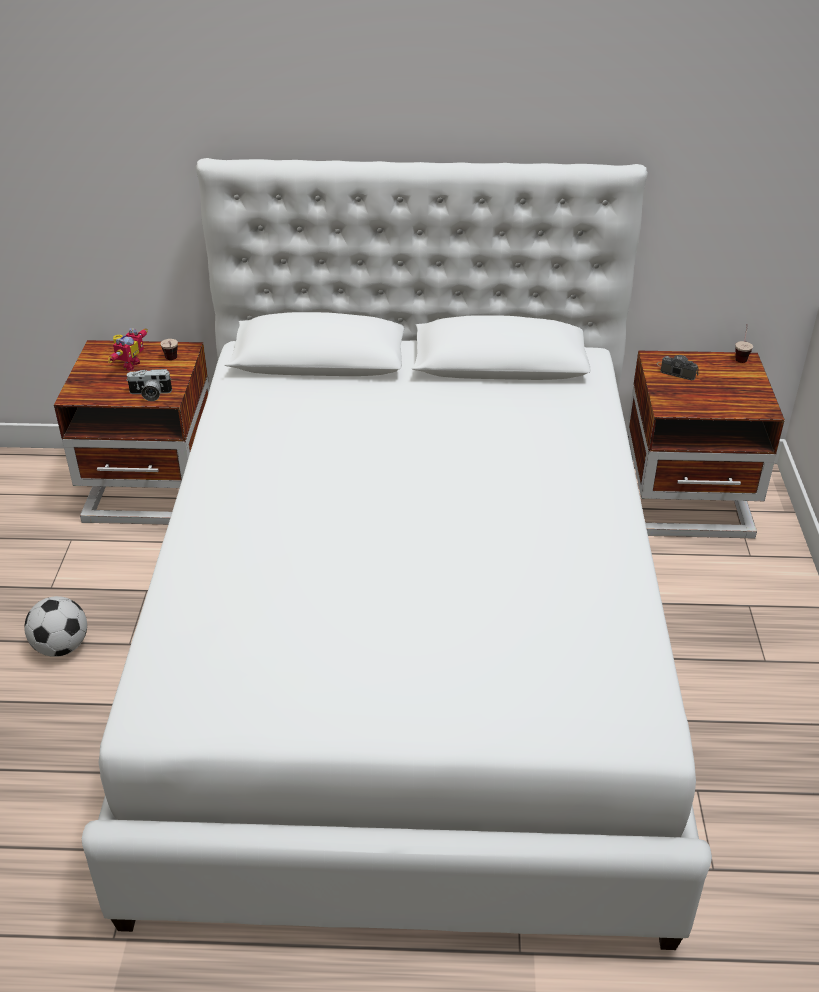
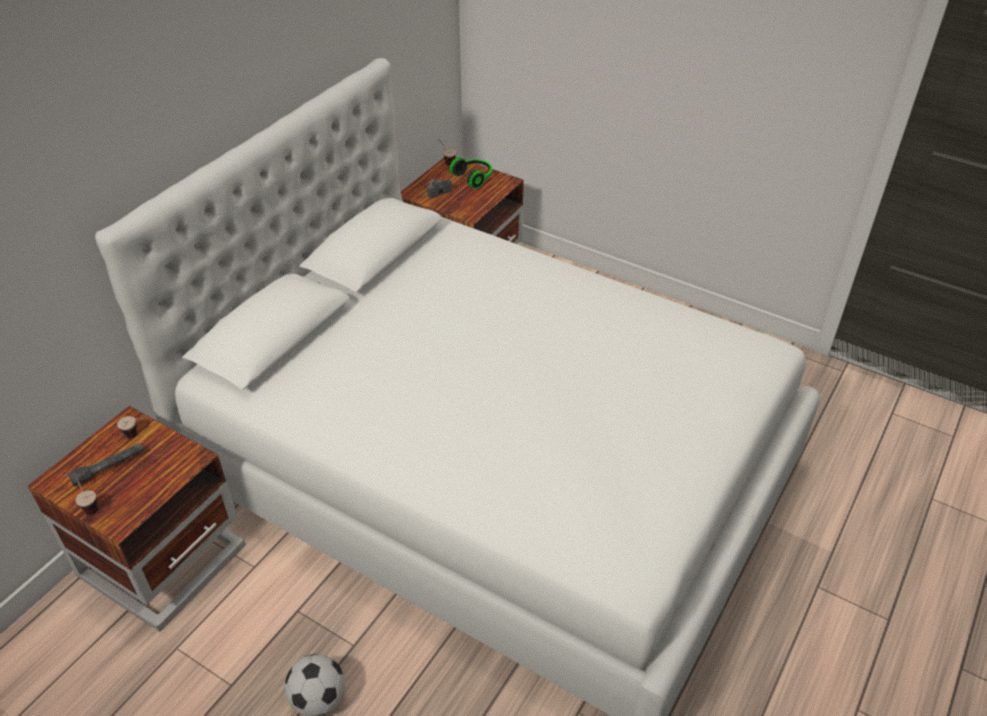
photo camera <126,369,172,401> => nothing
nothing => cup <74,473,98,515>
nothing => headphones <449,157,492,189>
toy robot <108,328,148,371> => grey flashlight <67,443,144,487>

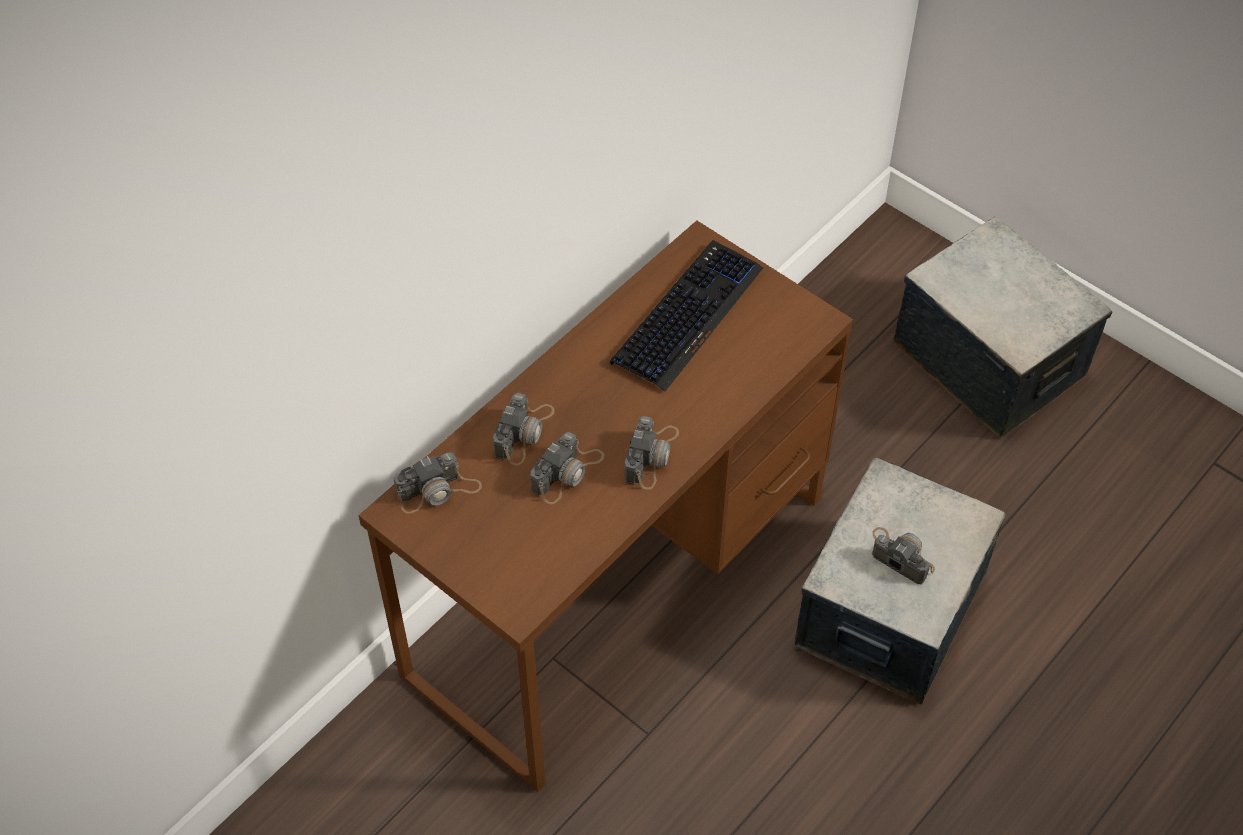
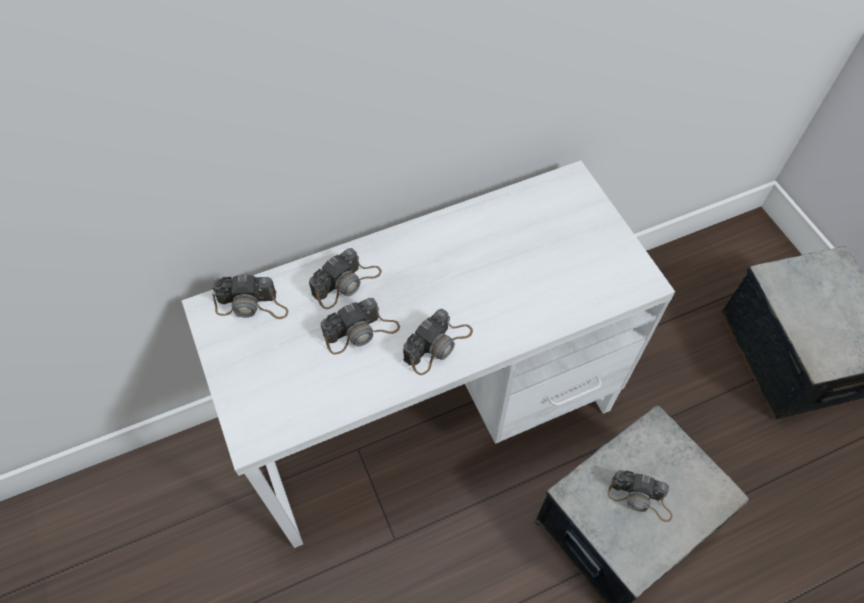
keyboard <610,240,763,392> => nothing
brown desk <359,220,853,792> => white desk <182,160,675,548>
photo camera <872,527,935,584> => photo camera <608,470,673,522>, 135 degrees clockwise

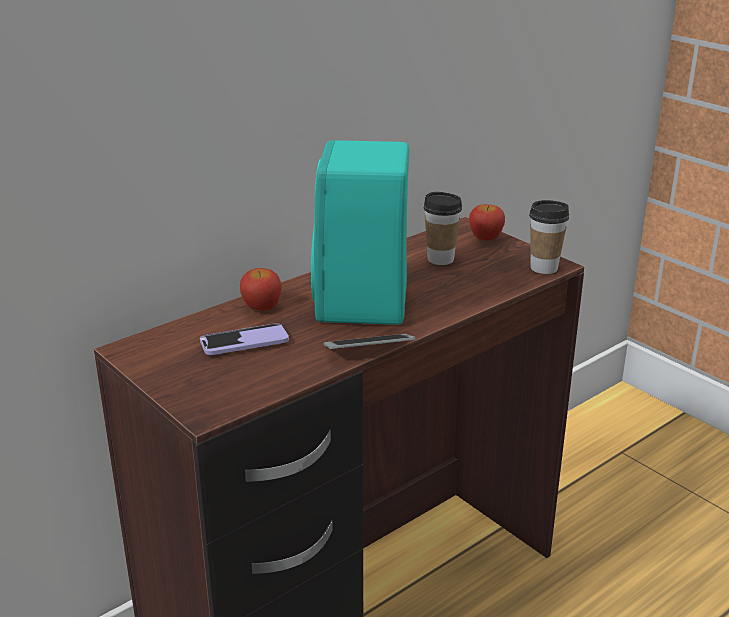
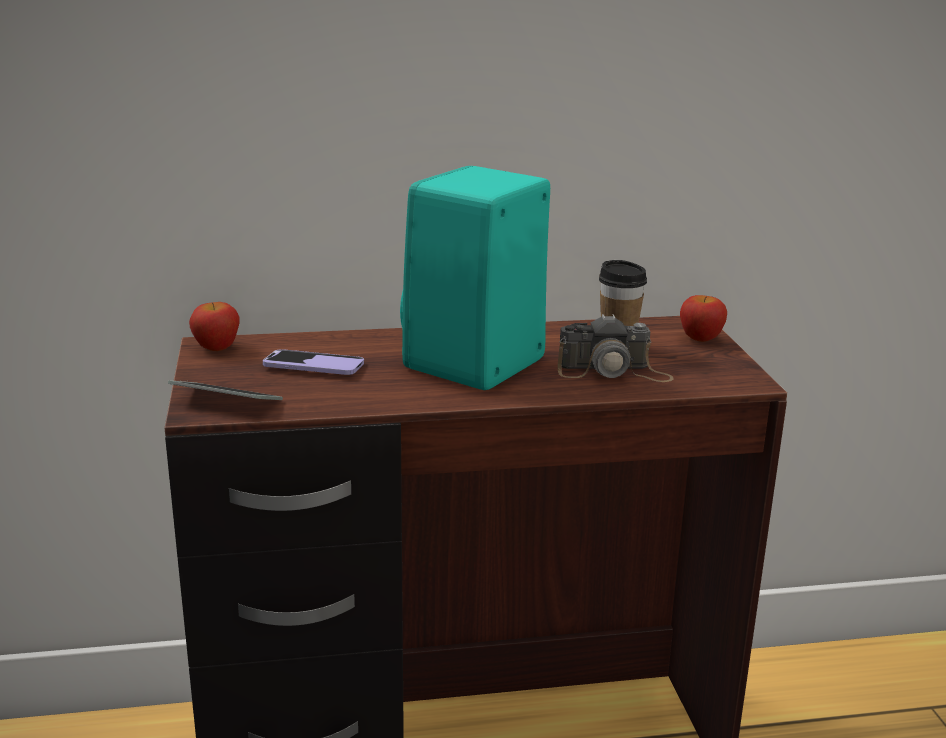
cup <529,200,569,274> => nothing
nothing => photo camera <558,314,674,382>
apple <240,268,282,311> => apple <189,302,240,351>, moved
phone <324,334,415,349> => phone <168,380,283,400>, moved

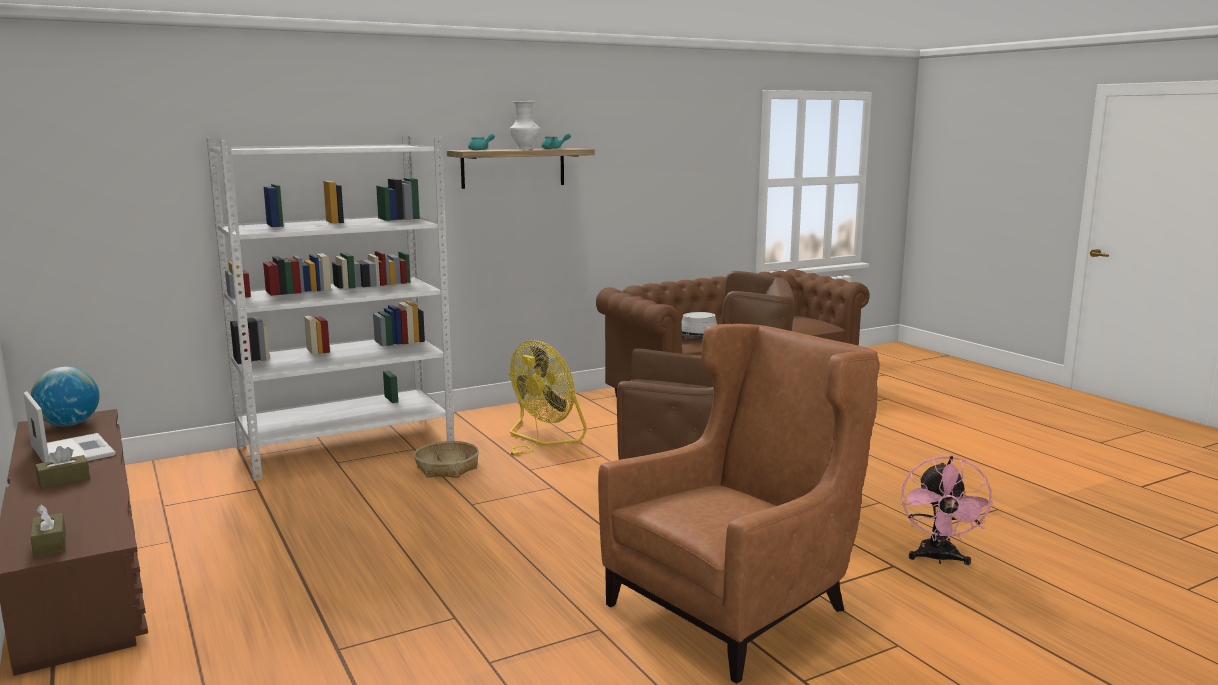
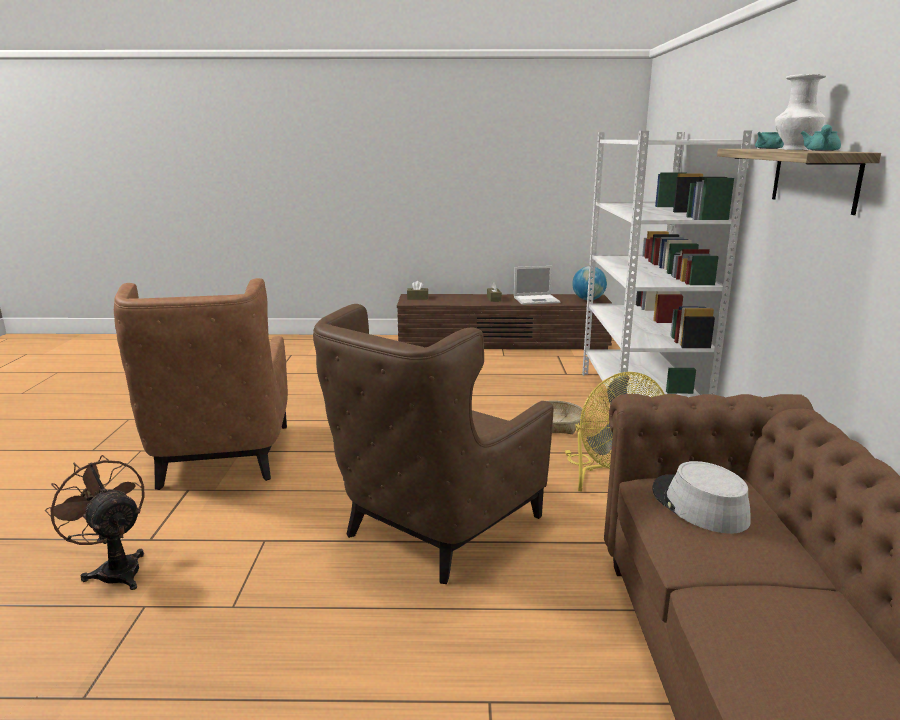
pink fan <901,456,994,565> => brown fan <45,455,144,590>

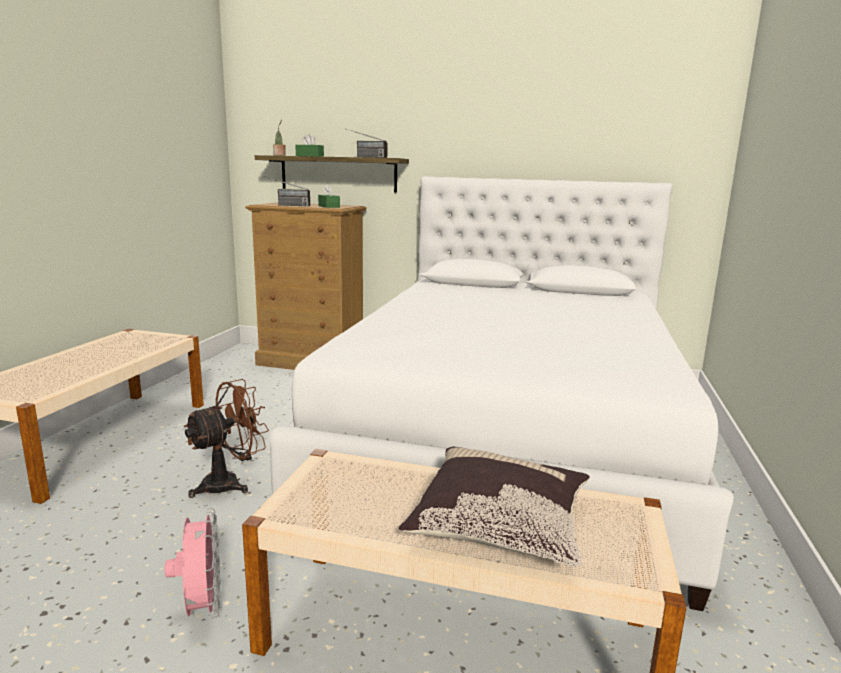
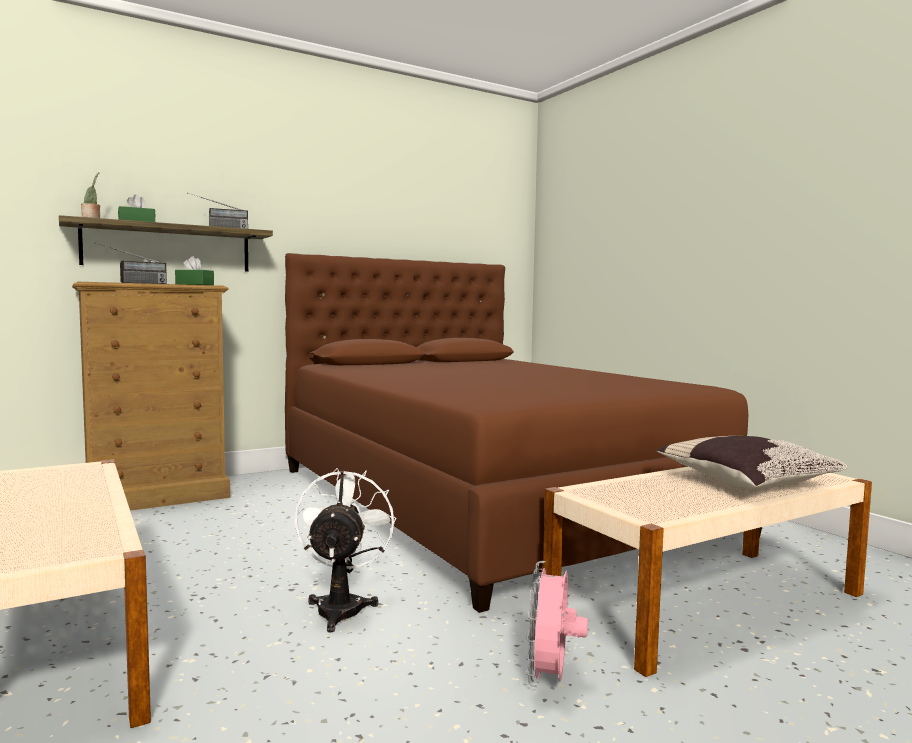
brown fan <183,379,269,498> => white fan <295,468,396,633>
white bed <270,176,734,611> => brown bed <285,253,762,613>
pink fan <165,508,221,619> => pink fan <526,561,588,687>, 105 degrees counterclockwise

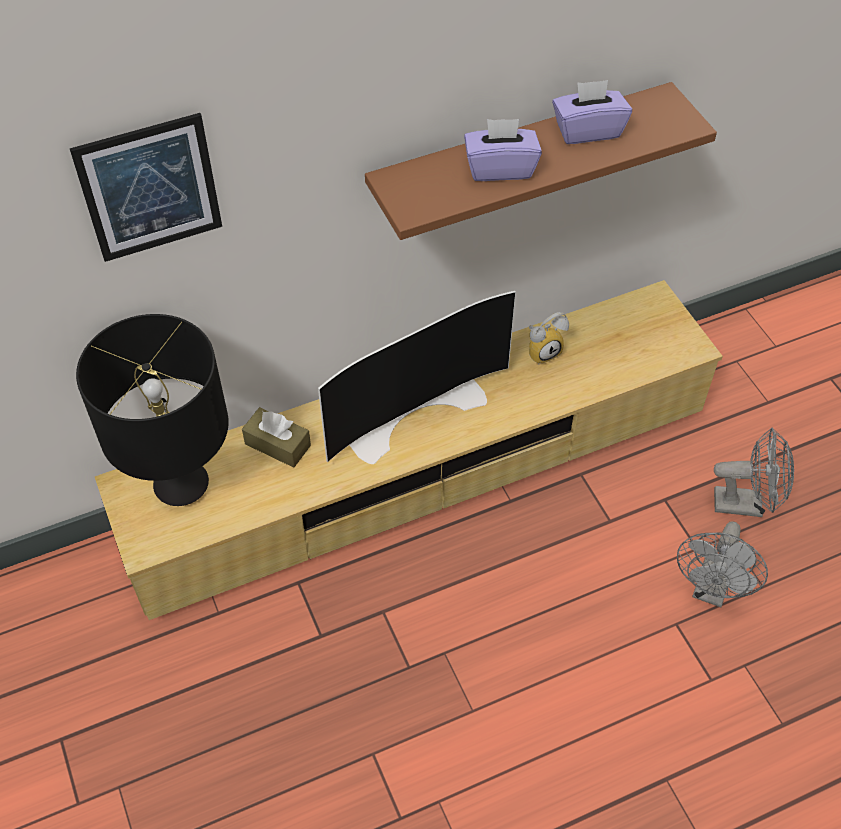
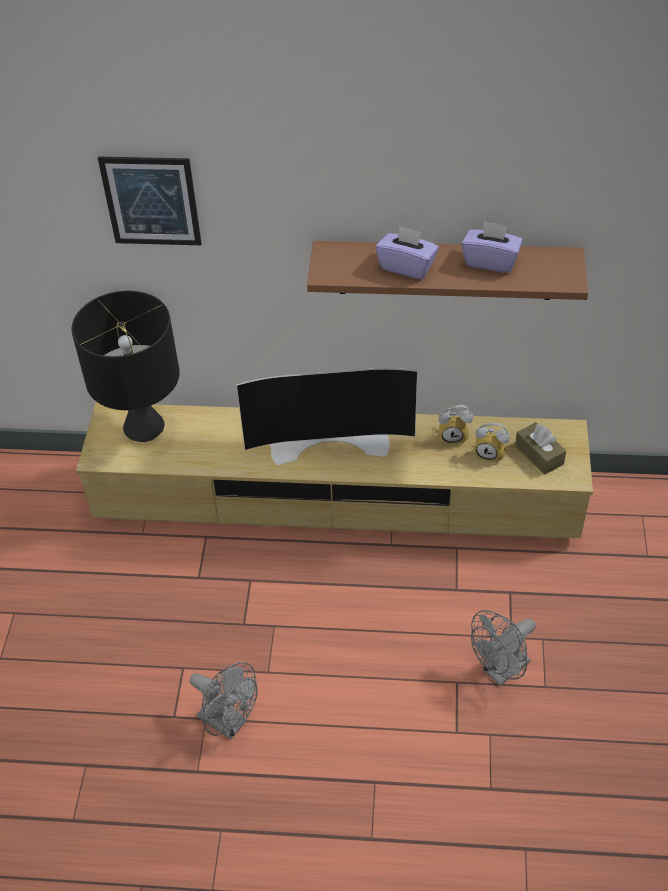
nothing => alarm clock <475,423,510,463>
brown tissue box <242,407,311,468> => brown tissue box <515,422,566,475>, moved
grey fan <714,428,794,517> => grey fan <190,662,257,739>, moved

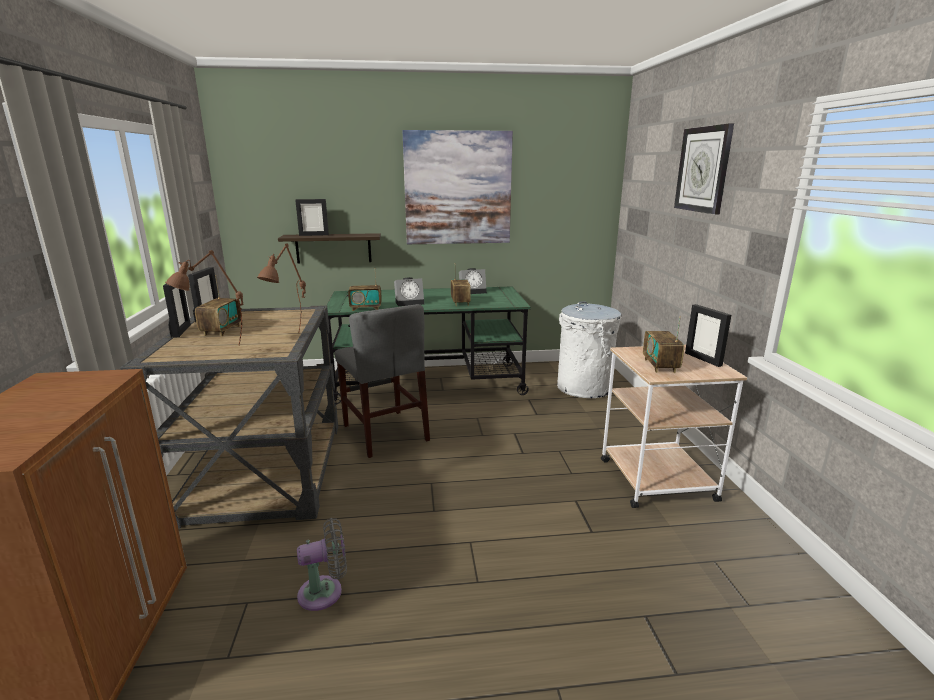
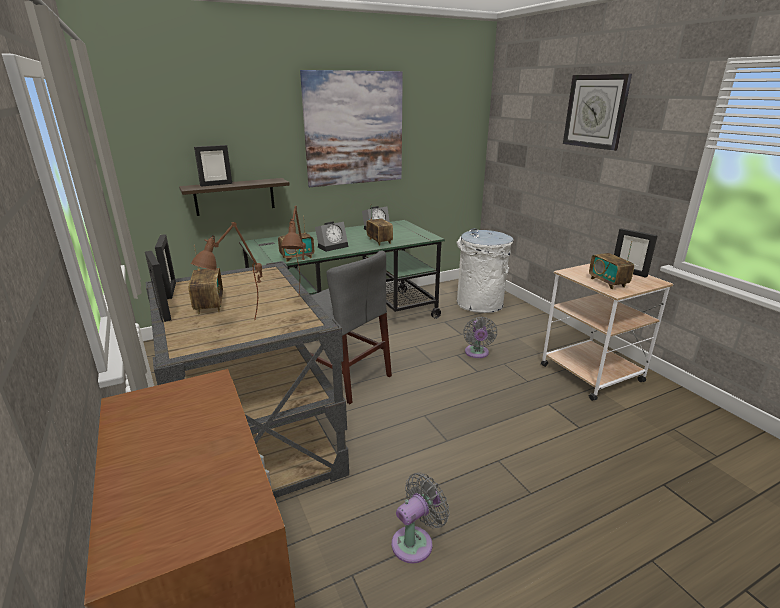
nothing => grey fan <463,317,497,358>

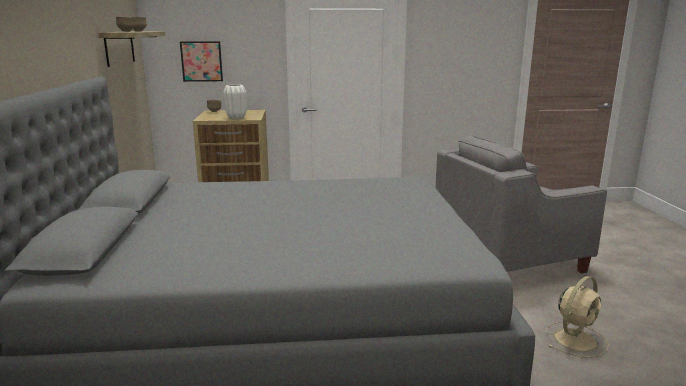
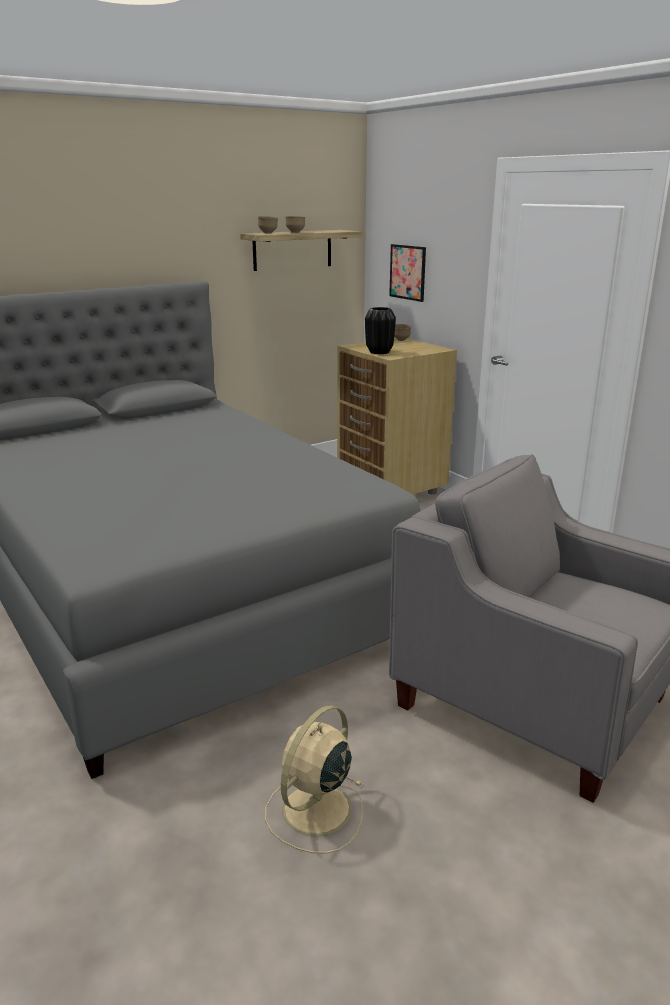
white vase <223,84,247,120> => black vase <365,307,396,354>
beige fan <546,276,609,358> => beige fan <265,705,363,854>, 105 degrees clockwise

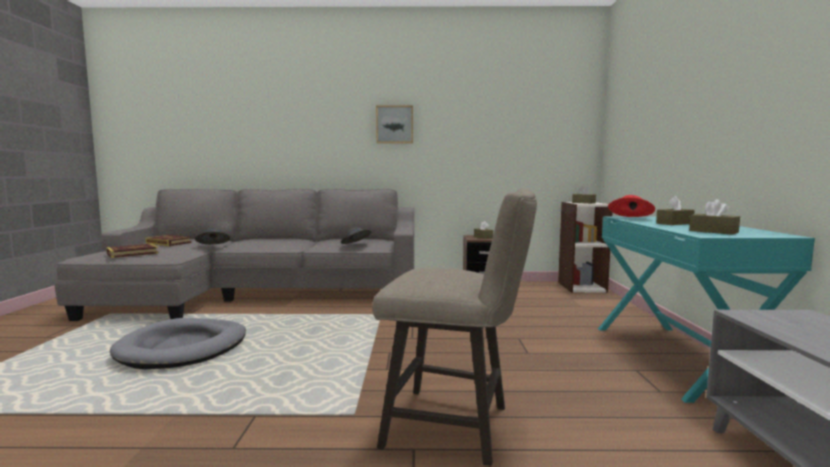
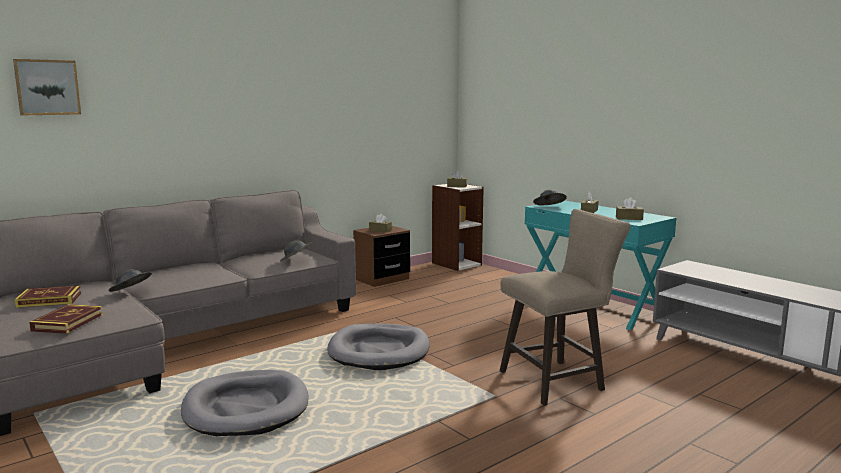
nothing => grey dog bed <327,324,430,370>
picture <376,106,413,143> => picture <13,59,81,115>, moved
red hat <608,195,655,217> => grey hat <533,190,567,206>

